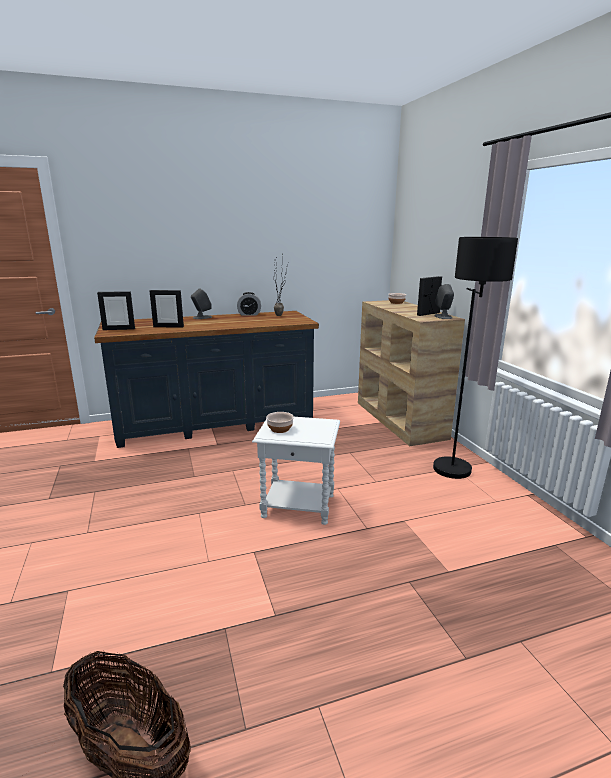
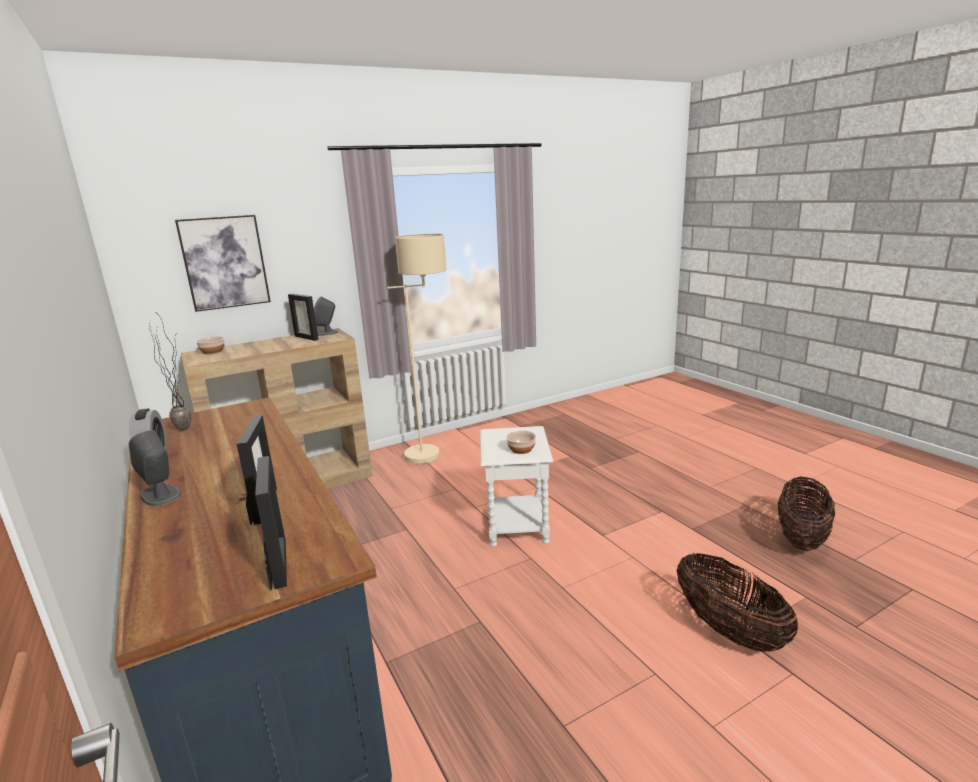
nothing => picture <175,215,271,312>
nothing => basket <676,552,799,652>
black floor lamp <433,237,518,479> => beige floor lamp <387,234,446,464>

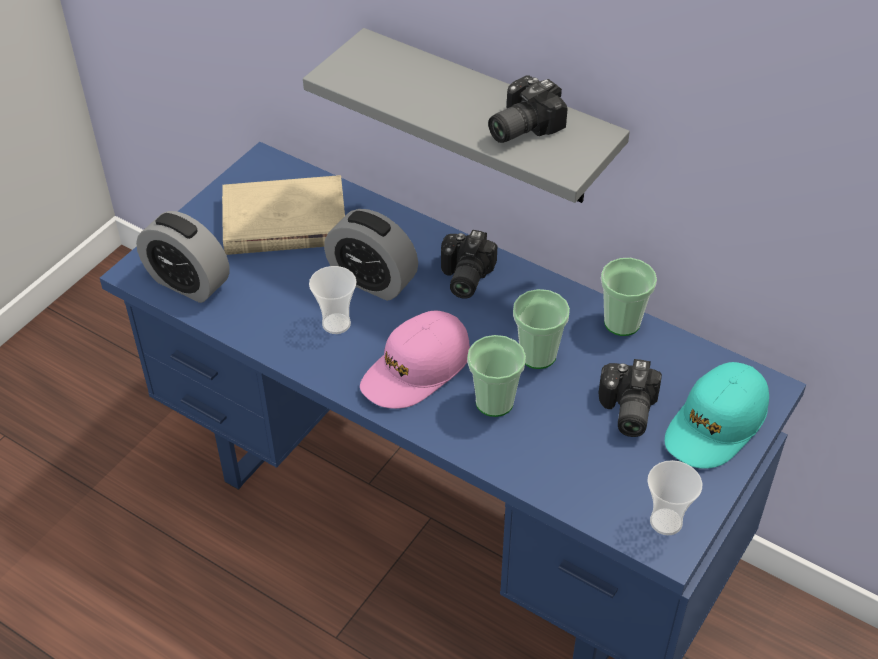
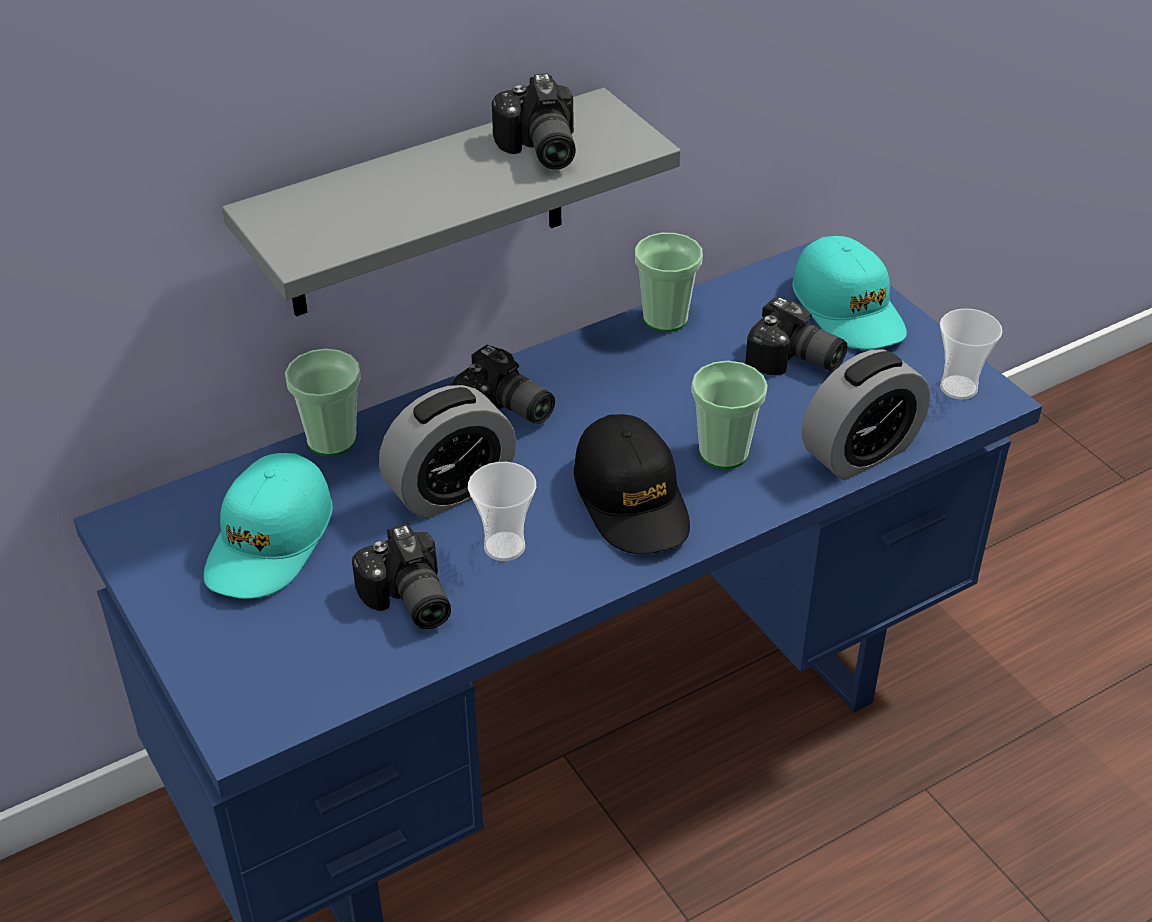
nothing => photo camera <352,524,451,629>
alarm clock <136,211,230,303> => alarm clock <802,349,931,480>, moved
cup <513,289,570,369> => cup <285,349,361,456>, moved
beige book <222,175,345,255> => turquoise cap <204,453,333,599>
pink cap <360,311,470,409> => black cap <574,414,690,554>

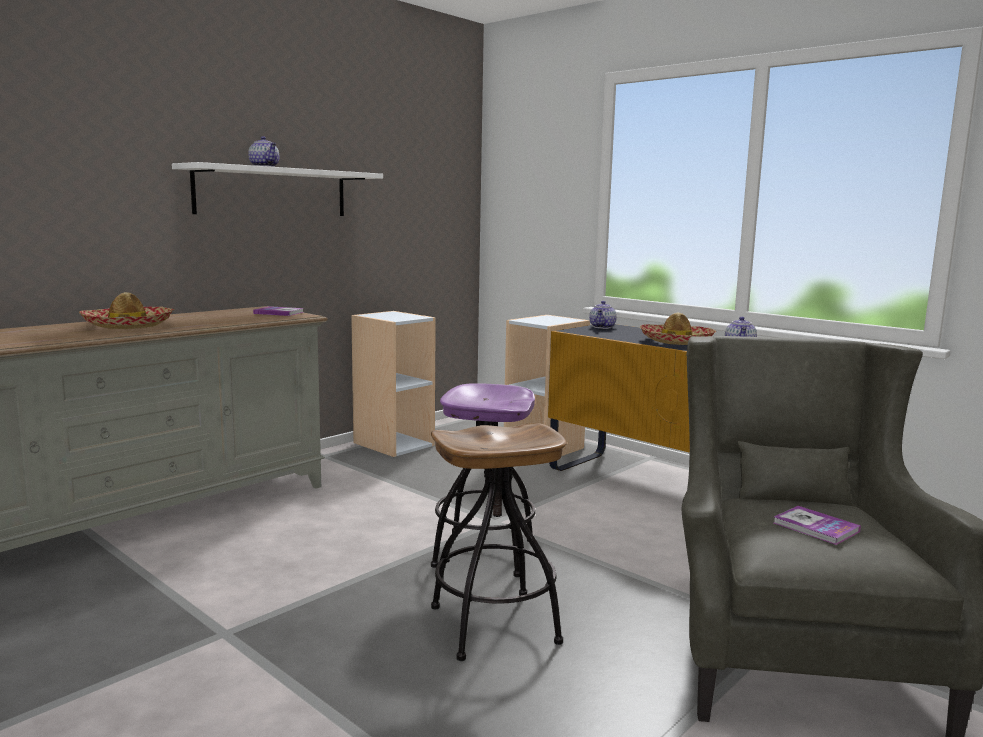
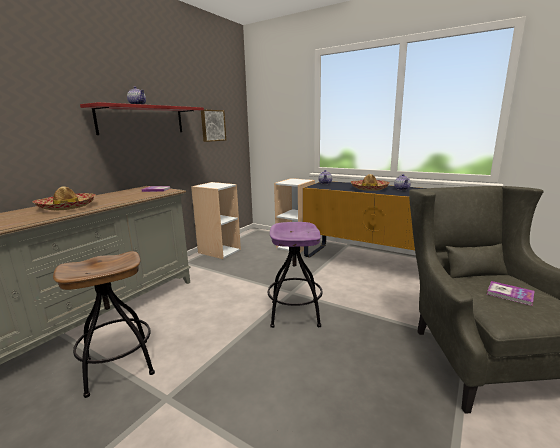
nothing => picture <201,110,226,142>
brown stool <431,423,567,661> => brown stool <53,251,155,398>, moved
white shelf <172,162,383,216> => red shelf <80,102,204,135>

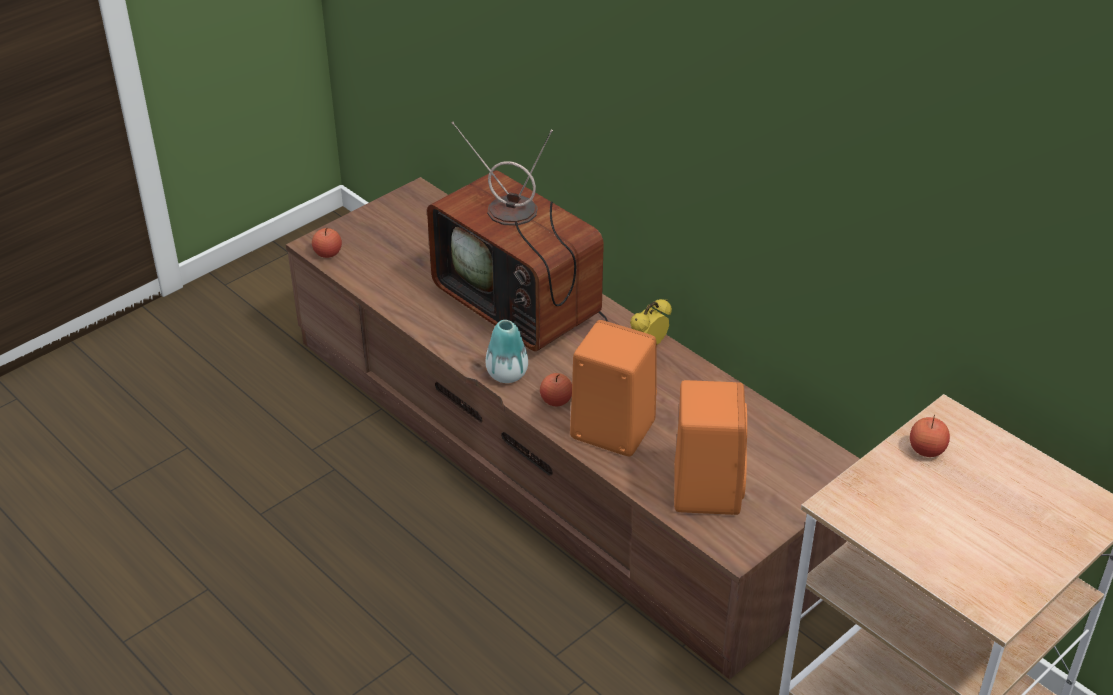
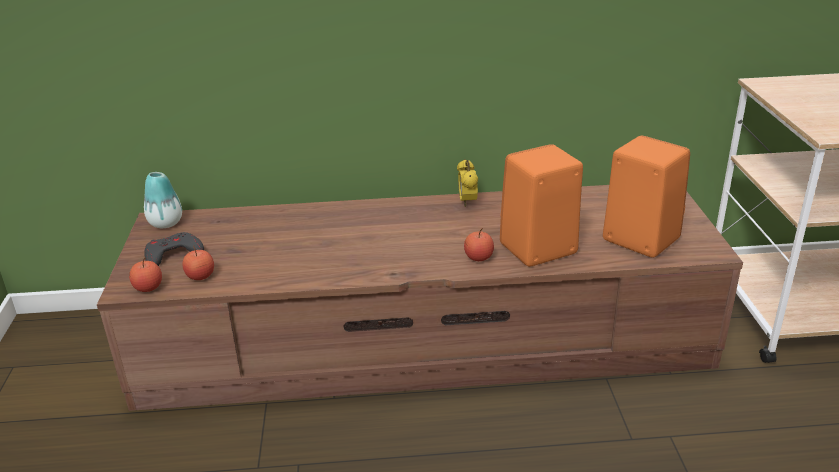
television <427,122,608,351> => nothing
nothing => grey game controller <144,232,204,266>
vase <486,320,528,383> => vase <144,172,182,228>, moved
apple <910,415,950,457> => apple <182,246,214,280>, moved

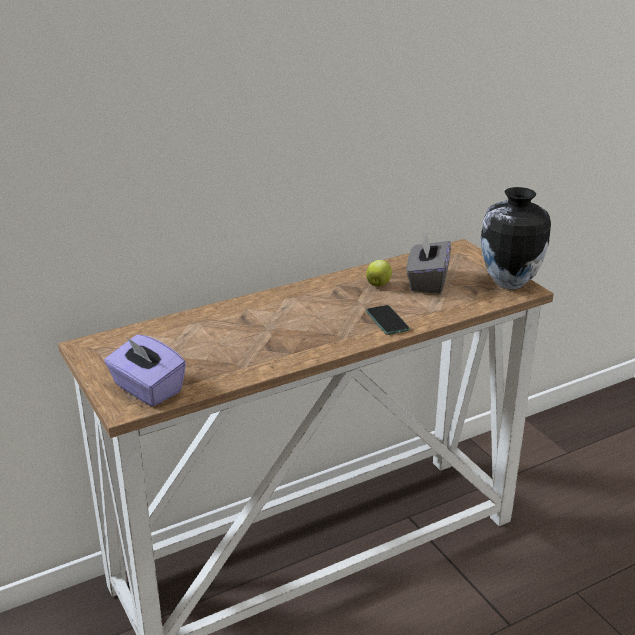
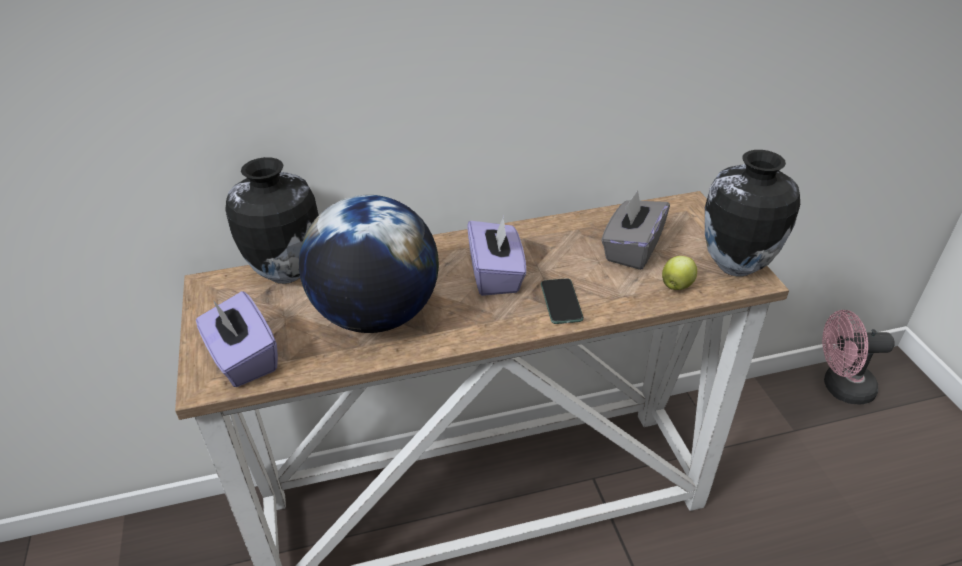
nothing => vase <225,157,319,284>
nothing => globe <299,195,439,333>
nothing => purple tissue box <468,216,526,296>
nothing => pink fan <822,310,895,405>
apple <366,260,392,286> => apple <662,256,697,290>, moved

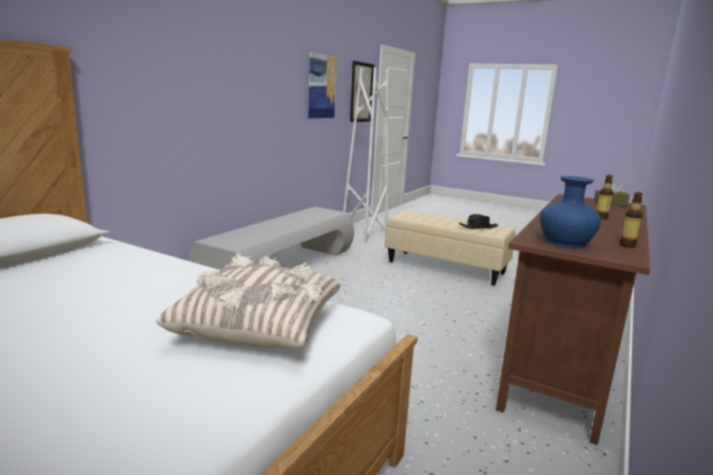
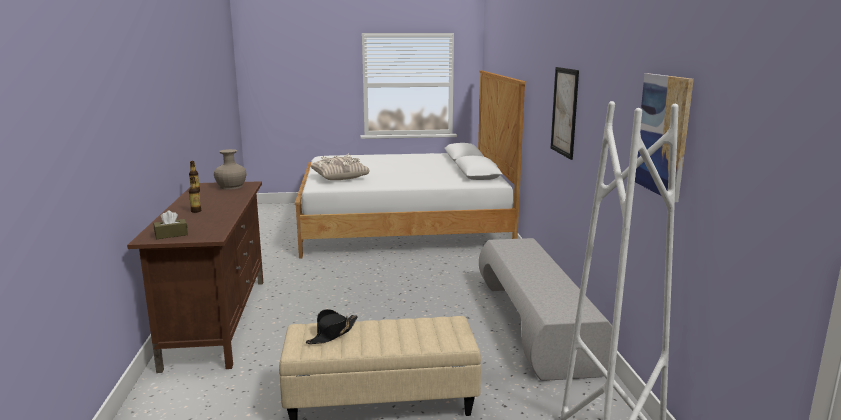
picture <350,61,374,122> => picture <551,67,579,160>, moved
blue vase <540,176,601,248> => beige vase <214,149,247,190>

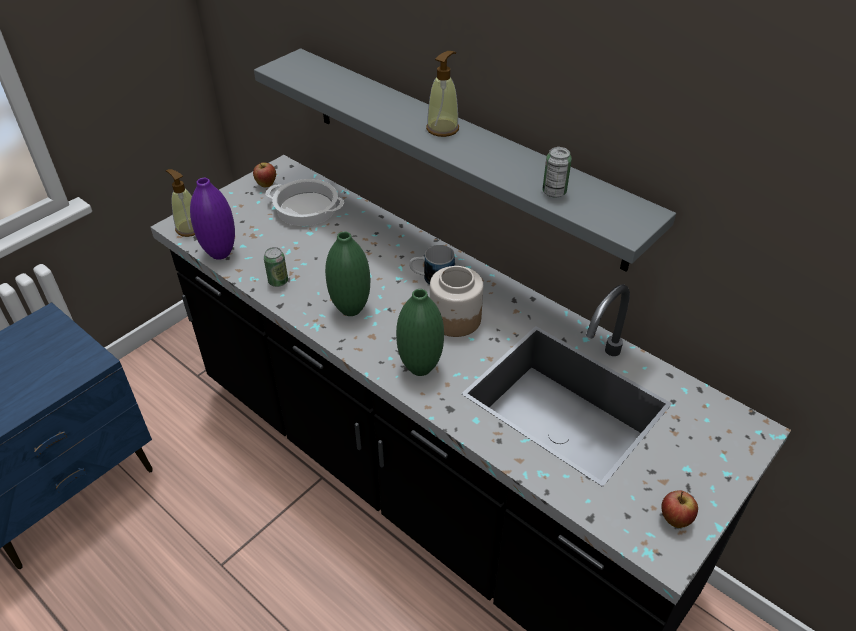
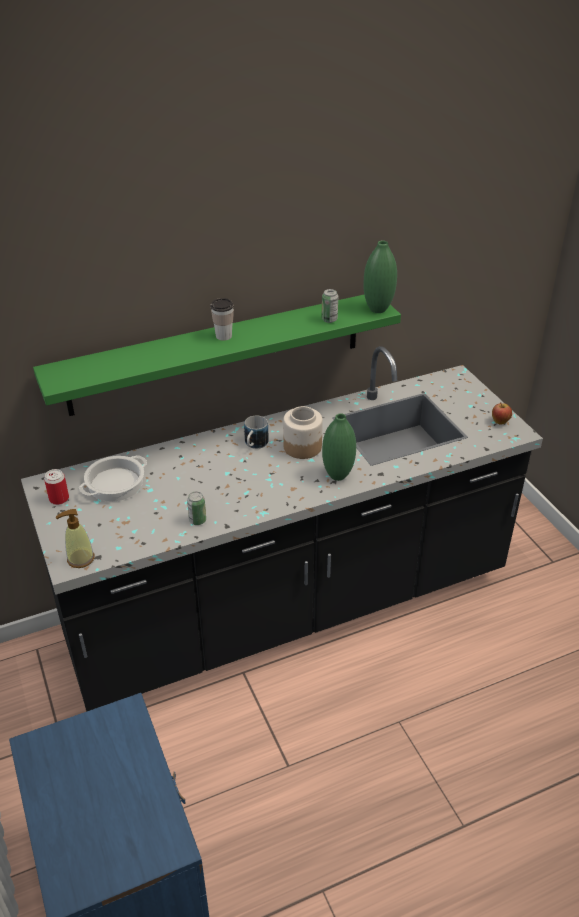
purple vase <190,178,235,260> => nothing
green vase <325,231,370,316> => green vase <363,240,397,313>, moved
apple <253,162,276,187> => can <44,469,69,505>
soap dispenser <426,51,459,137> => cup <210,298,234,340>
grey shelf <254,48,676,272> => green shelf <33,295,401,416>

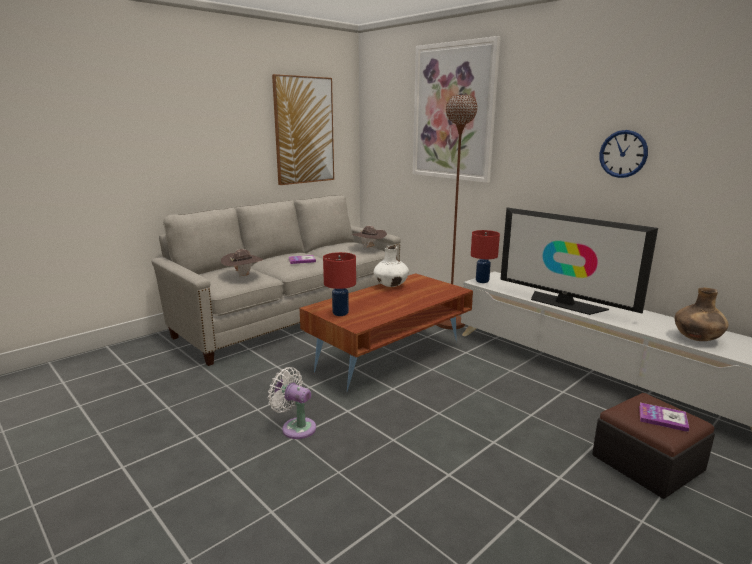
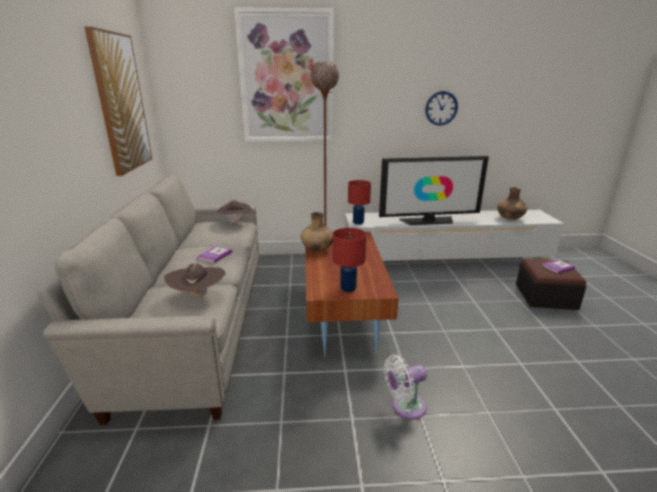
white vase <374,246,409,287> => brown vase <301,212,333,251>

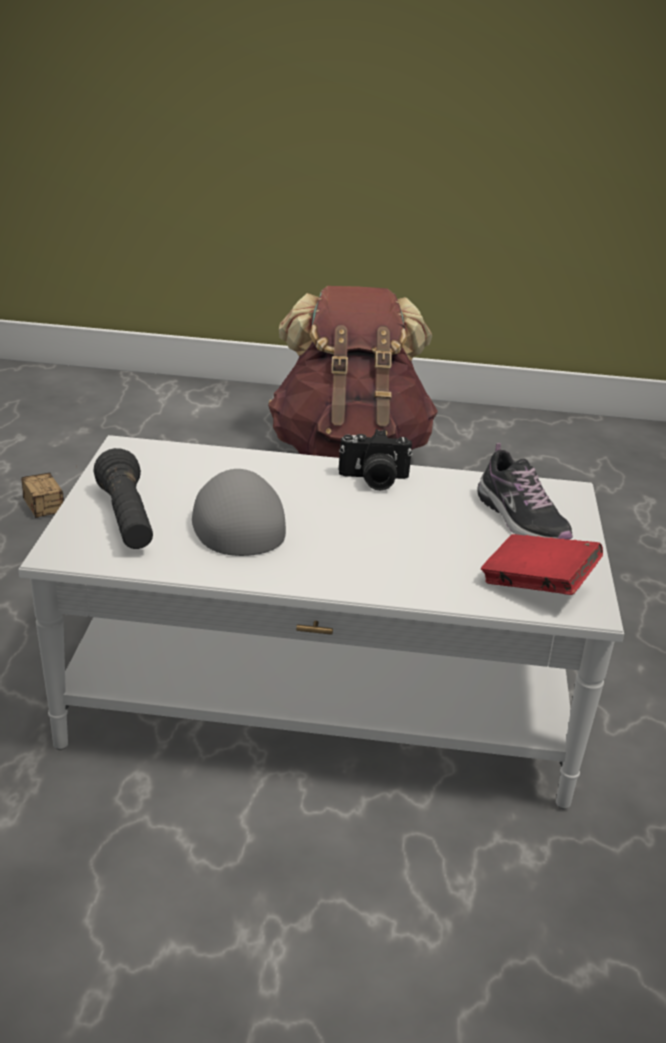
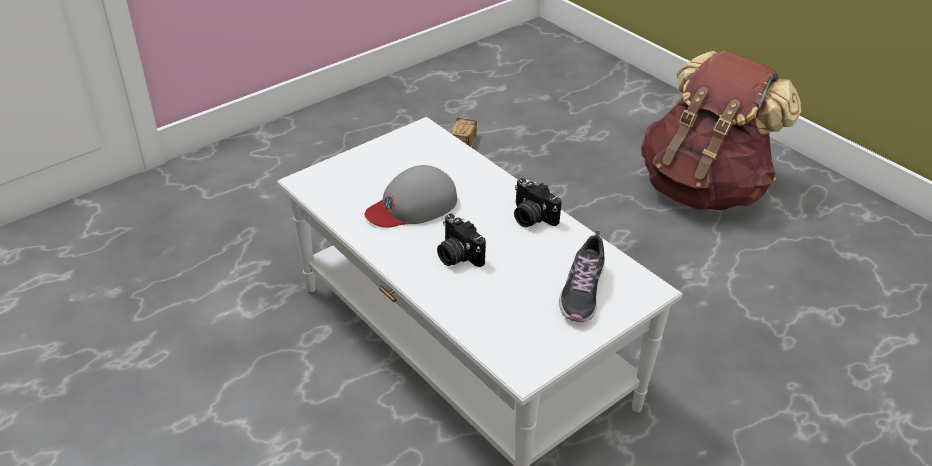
black flashlight <93,448,153,549> => nothing
red book <481,534,603,595> => nothing
nothing => photo camera <437,214,486,267>
grey cap <192,469,286,556> => grey cap <364,165,457,228>, 150 degrees counterclockwise

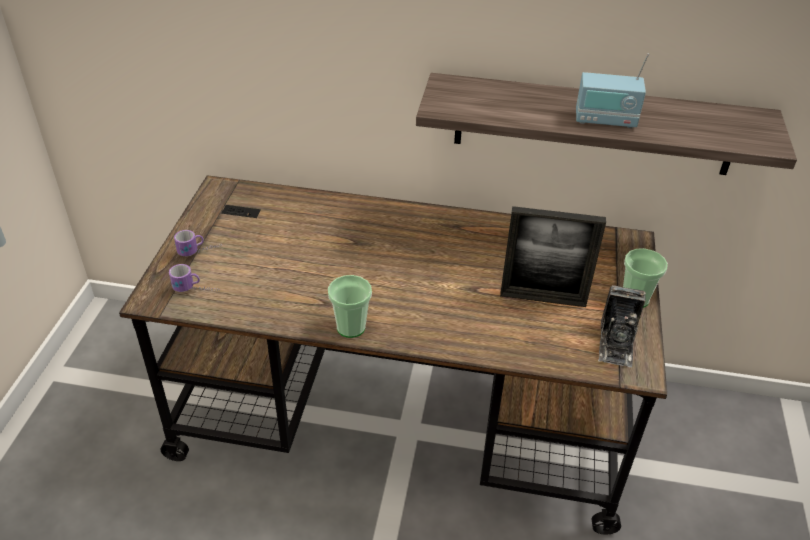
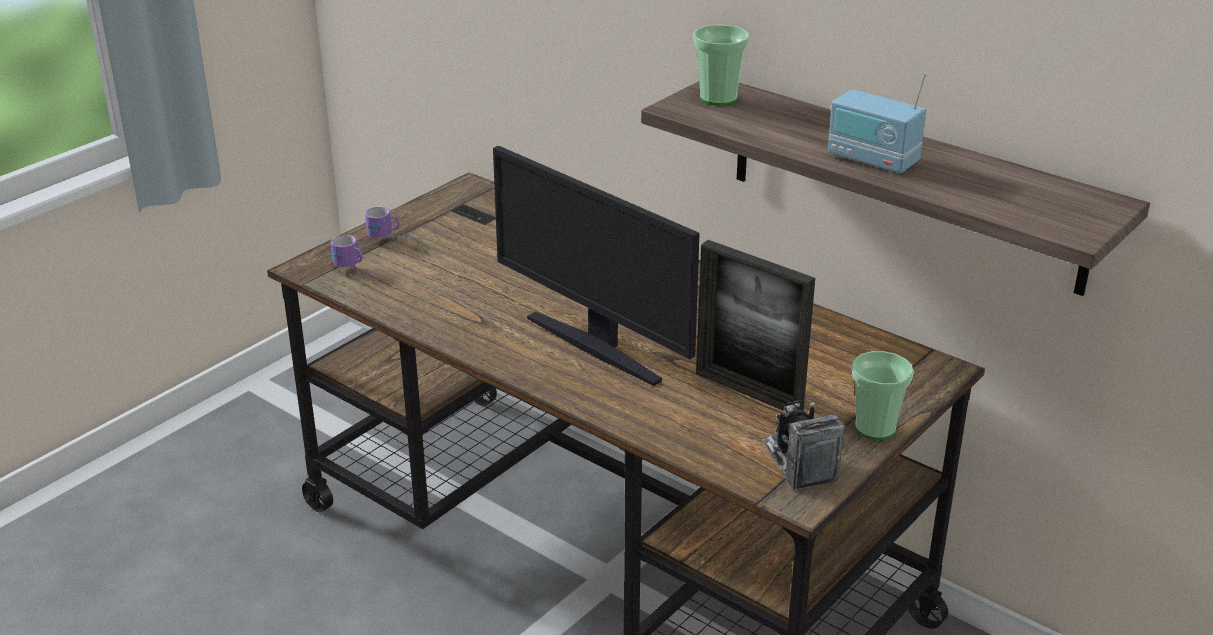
nothing => monitor <493,146,700,386>
cup <328,275,372,338> => cup <694,25,749,106>, moved
photo camera <598,285,646,367> => photo camera <762,398,845,490>, 120 degrees clockwise

